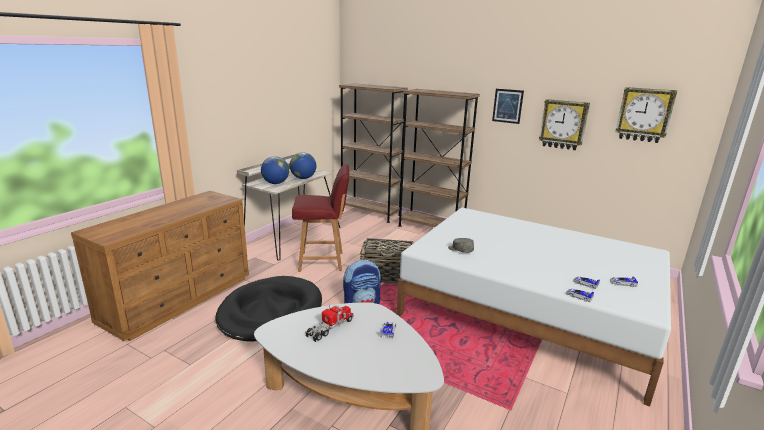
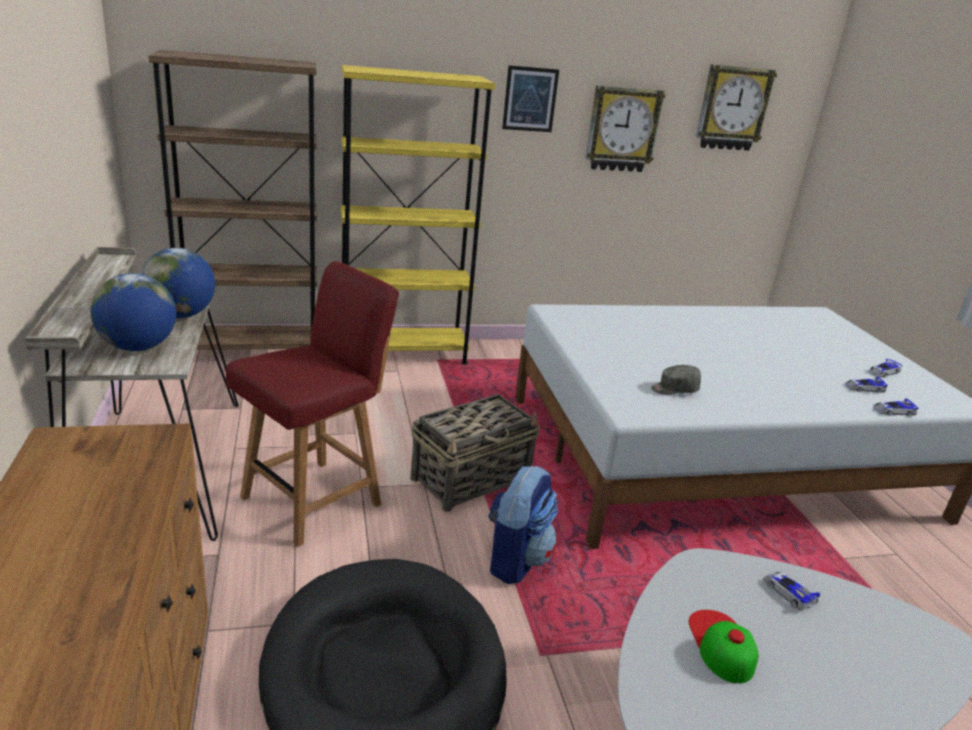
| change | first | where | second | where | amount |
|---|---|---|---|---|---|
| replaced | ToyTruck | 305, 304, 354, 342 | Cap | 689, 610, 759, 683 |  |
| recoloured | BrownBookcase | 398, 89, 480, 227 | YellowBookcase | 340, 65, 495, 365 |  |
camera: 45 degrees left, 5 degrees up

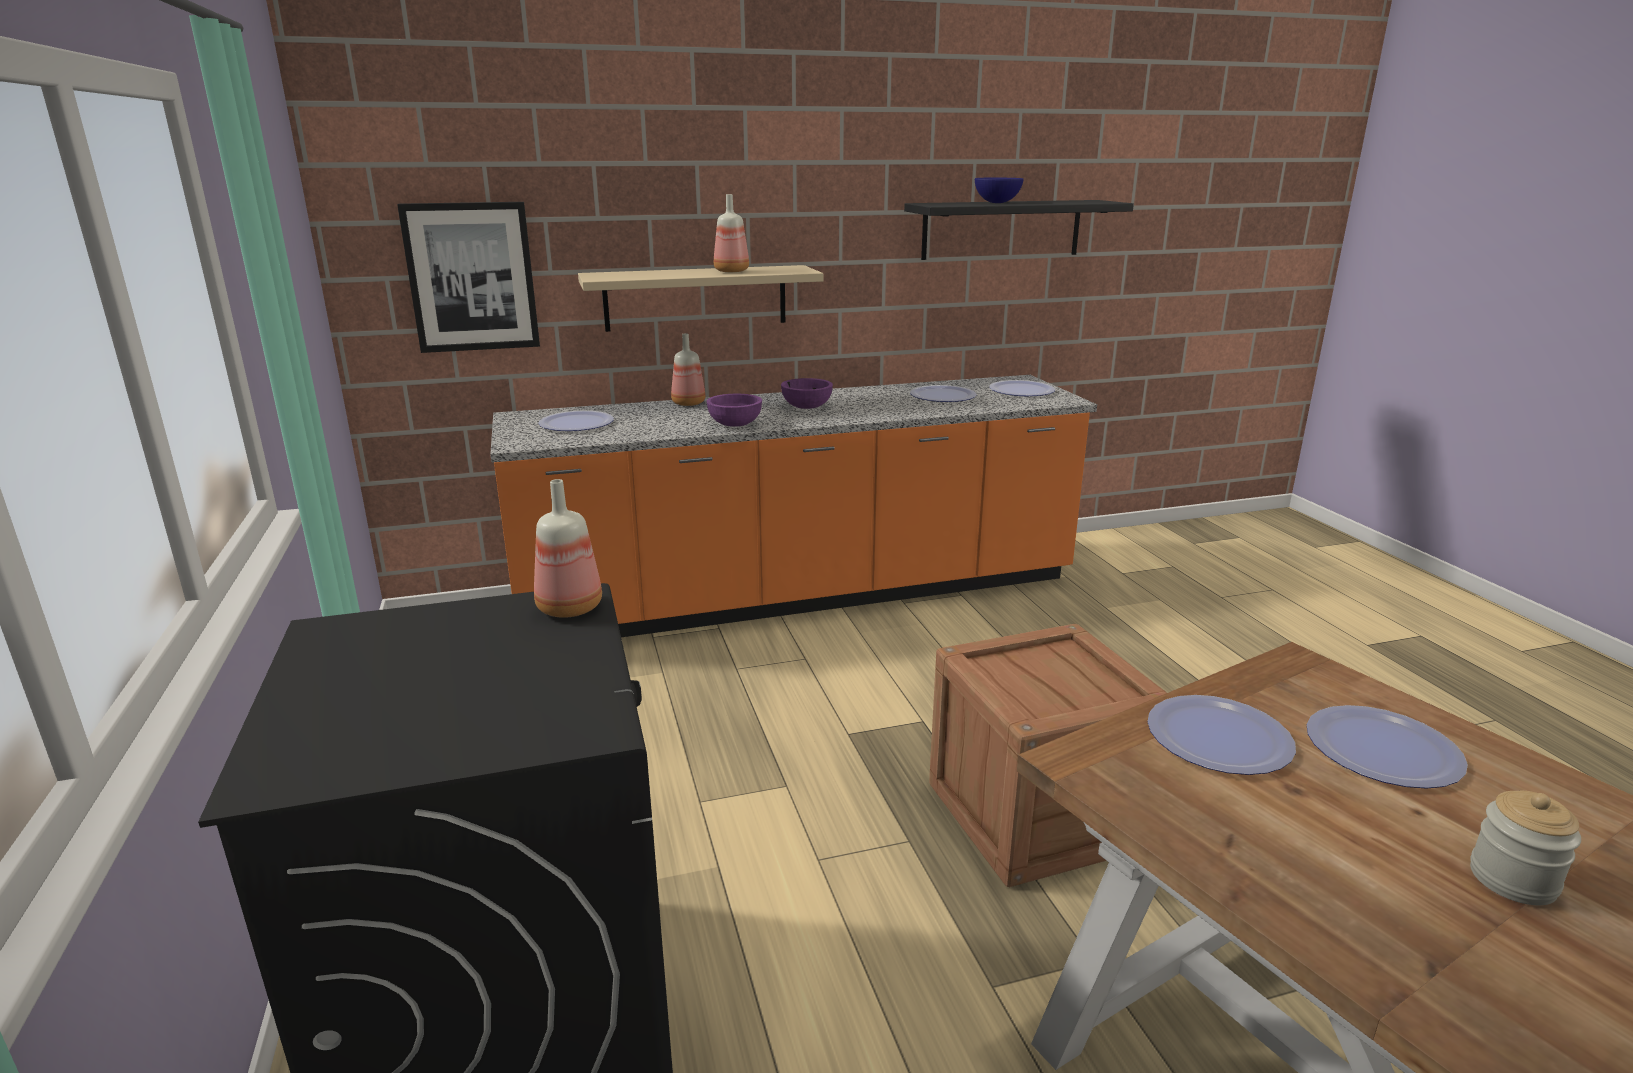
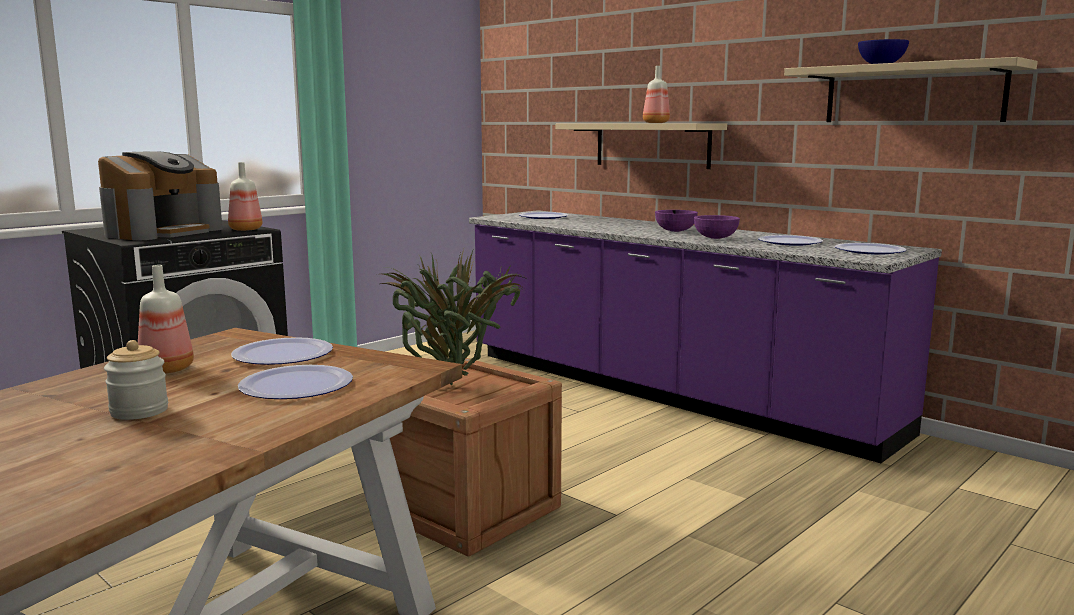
| change | first | where | second | where | amount |
|---|---|---|---|---|---|
| removed | Picture | 397, 202, 540, 353 |  |  |  |
| added |  |  | CoffeeMachine | 98, 151, 222, 240 |  |
| added |  |  | PottedPlant | 380, 248, 528, 385 |  |
| moved | Bottle | 671, 333, 705, 406 |  | 138, 265, 194, 374 |  |
| moved | PurpleBowl | 706, 394, 762, 427 |  | 694, 215, 740, 239 |  |
| recoloured | OrangeCounter | 490, 375, 1097, 637 | PurpleCounter | 469, 210, 942, 463 |  |
| recoloured | BlackShelf | 904, 200, 1134, 260 | BeigeShelf | 784, 57, 1038, 122 |  |
camera: 60 degrees right, 10 degrees down

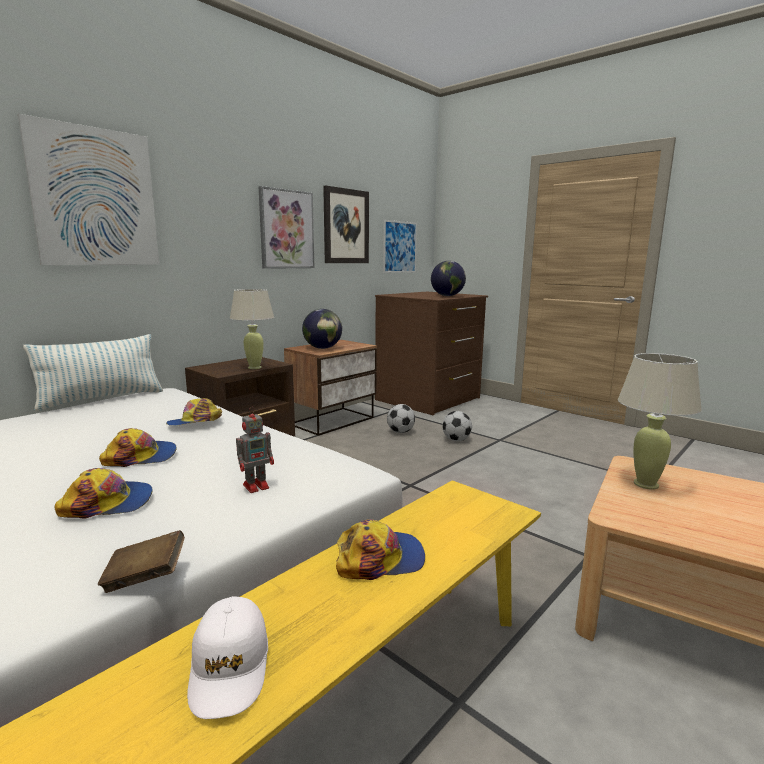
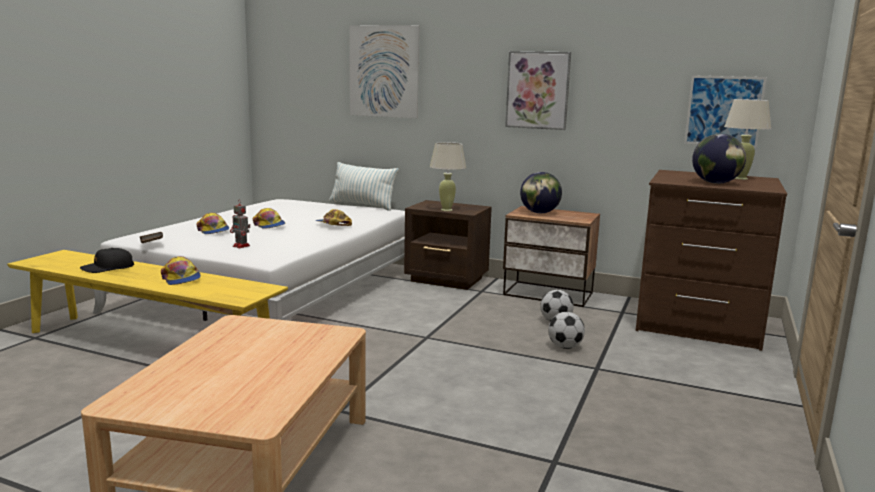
| change | first | where | second | where | amount |
|---|---|---|---|---|---|
| removed | Picture | 323, 186, 369, 263 |  |  |  |
| moved | BeigeTableLamp | 618, 353, 702, 490 |  | 724, 99, 771, 180 |  |
| recoloured | WhiteCap | 187, 596, 268, 719 | BlackCap | 80, 248, 134, 273 |  |
camera: 70 degrees right, 0 degrees up

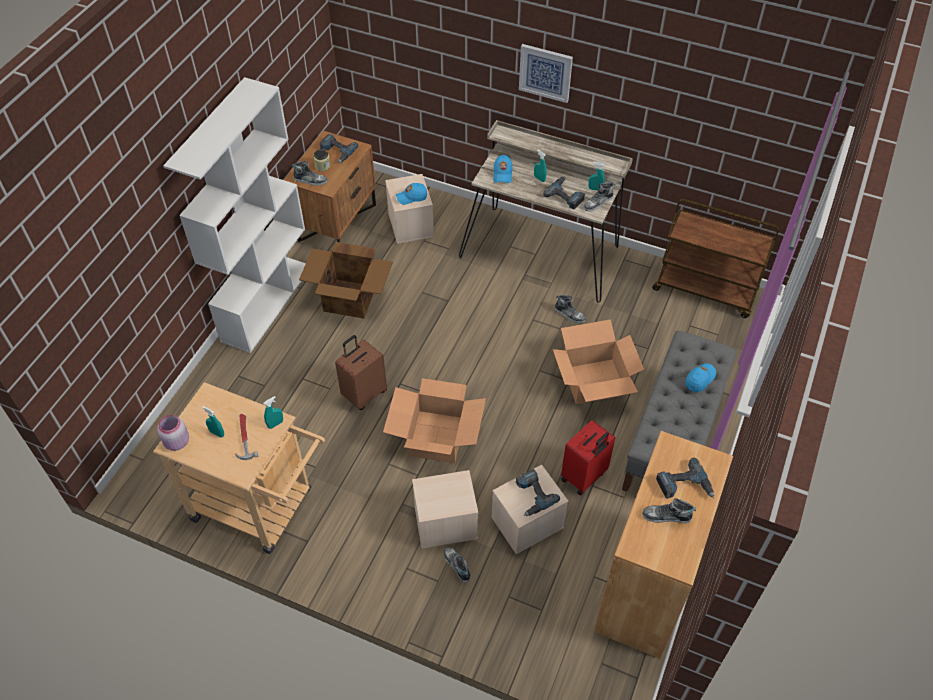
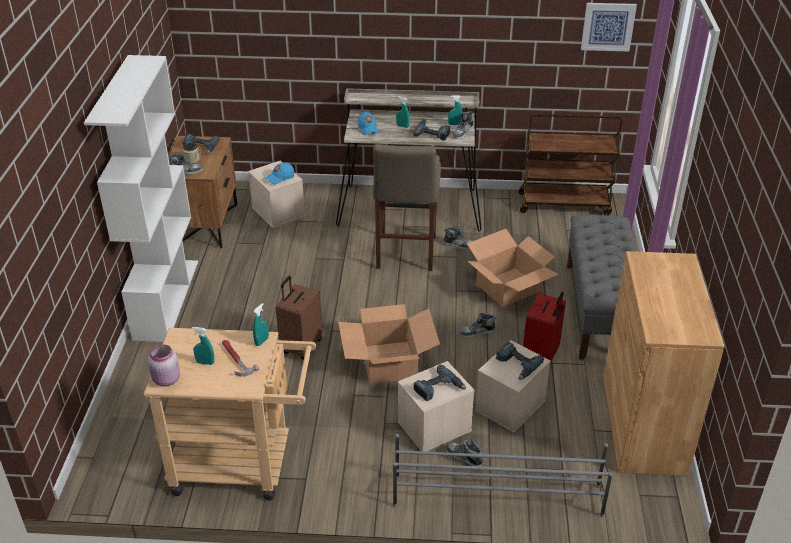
| change | first | where | second | where | amount |
|---|---|---|---|---|---|
| removed | CardboardBox | 299, 242, 393, 319 |  |  |  |
| removed | BlueCap | 685, 363, 716, 392 |  |  |  |
| added |  |  | BeigeStool | 373, 144, 441, 271 |  |
| added |  |  | GreyShoeRack | 393, 434, 613, 517 |  |
| moved | Picture | 519, 44, 573, 103 |  | 581, 3, 637, 51 |  |
| moved | Shoe | 642, 498, 696, 523 |  | 460, 313, 497, 338 |  |
| moved | PowerDrill | 656, 458, 714, 499 |  | 414, 365, 466, 401 |  |
camera: 20 degrees left, 15 degrees down

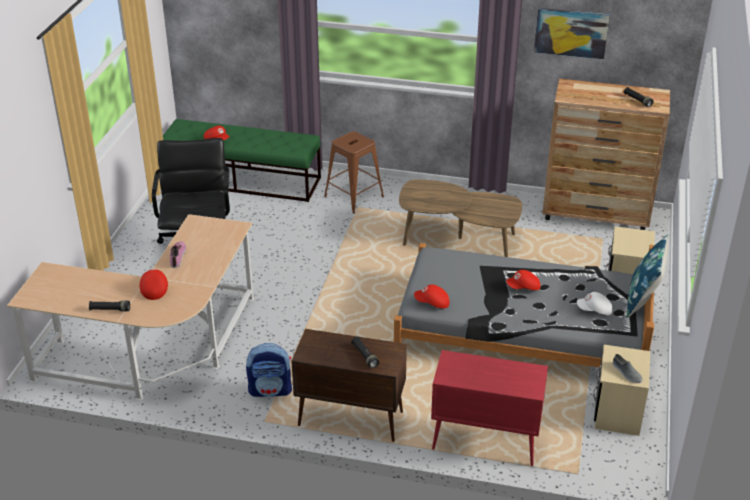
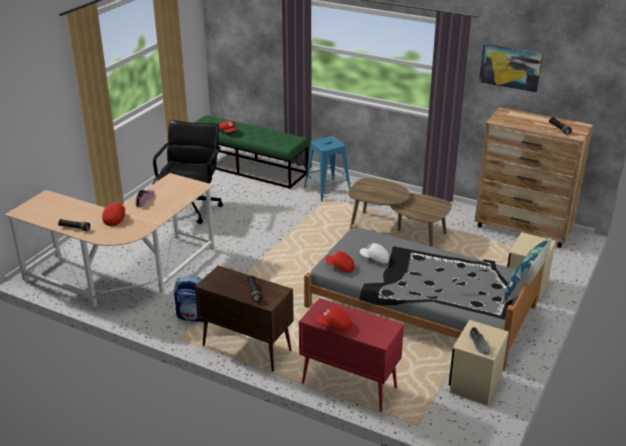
| change | first | where | second | where | amount |
|---|---|---|---|---|---|
| moved | RedCap | 506, 270, 541, 290 |  | 316, 307, 352, 330 |  |
| moved | WhiteCap | 577, 292, 612, 315 |  | 360, 243, 389, 263 |  |
| recoloured | BrownStool | 324, 131, 384, 213 | BlueStool | 304, 136, 350, 201 |  |
camera: 15 degrees right, 5 degrees down

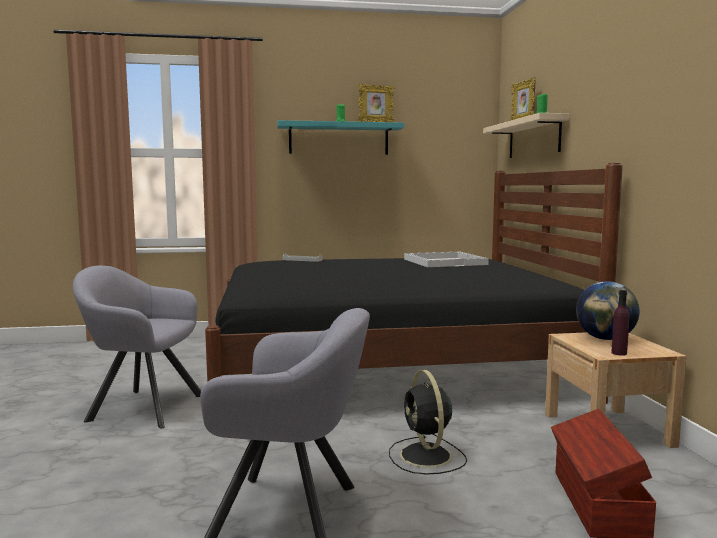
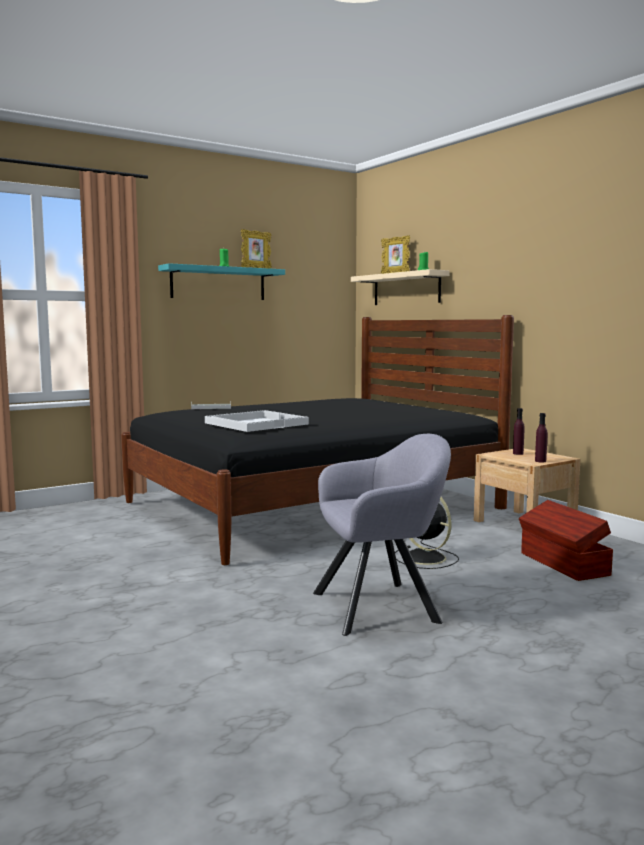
| change | first | where | second | where | amount |
|---|---|---|---|---|---|
| removed | GreyArmchair | 73, 266, 201, 429 |  |  |  |
| moved | WhiteTray | 404, 252, 489, 267 |  | 205, 410, 309, 432 |  |
| replaced | Globe | 576, 281, 640, 340 | PurpleBottle | 513, 408, 524, 455 |  |
camera: 25 degrees left, 0 degrees up

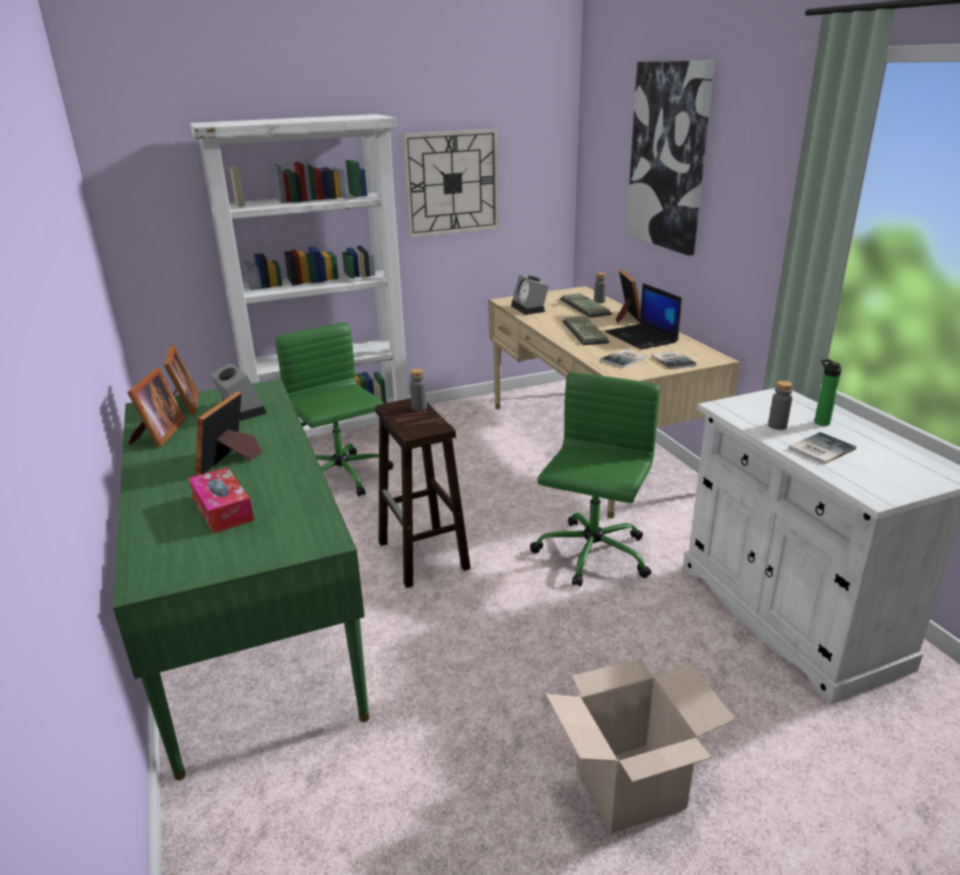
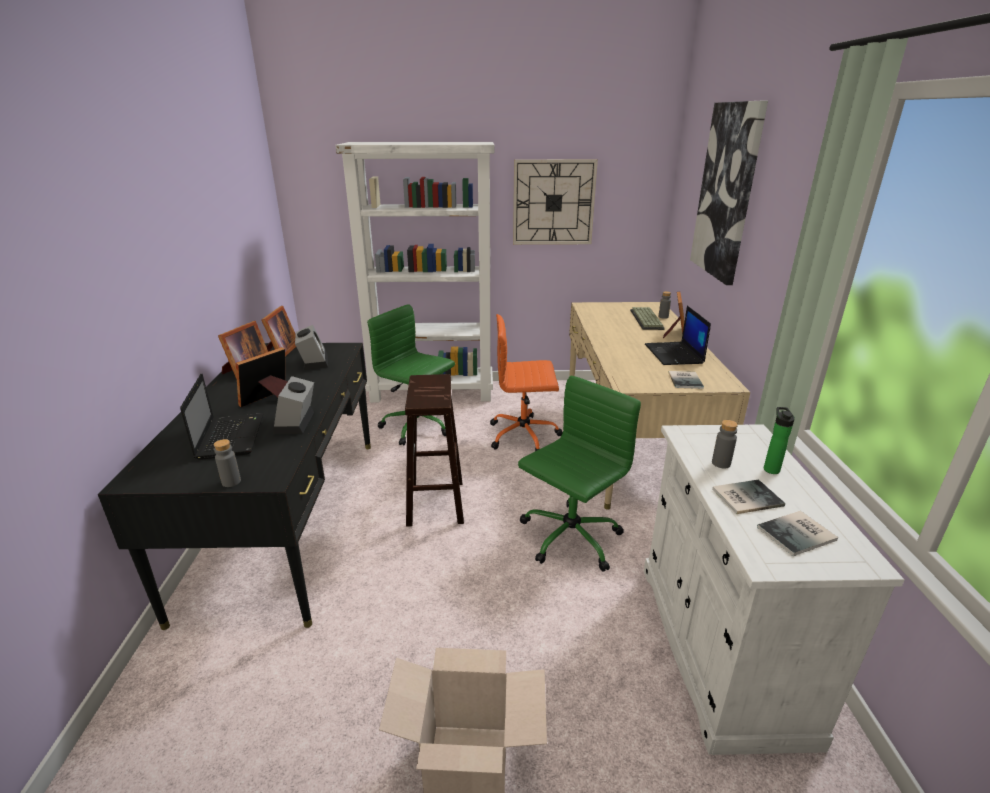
| change | first | where | second | where | amount |
|---|---|---|---|---|---|
| removed | Keyboard | 563, 316, 609, 345 |  |  |  |
| added |  |  | OrangeOfficeChair | 490, 314, 563, 451 |  |
| moved | GreyBottle | 410, 369, 427, 411 |  | 214, 439, 241, 487 |  |
| moved | AlarmClock | 511, 274, 549, 315 |  | 273, 376, 314, 434 |  |
| moved | Book | 600, 349, 647, 368 |  | 757, 511, 838, 556 |  |
| replaced | TissueBox | 189, 467, 254, 534 | Laptop | 180, 374, 264, 460 |  |
| recoloured | GreenDesk | 113, 379, 369, 781 | BlackDesk | 98, 343, 371, 630 |  |
| turned | GreenOfficeChair | 275, 323, 393, 497 |  | 367, 304, 455, 445 | 45 degrees counterclockwise |
camera: 20 degrees right, 0 degrees up

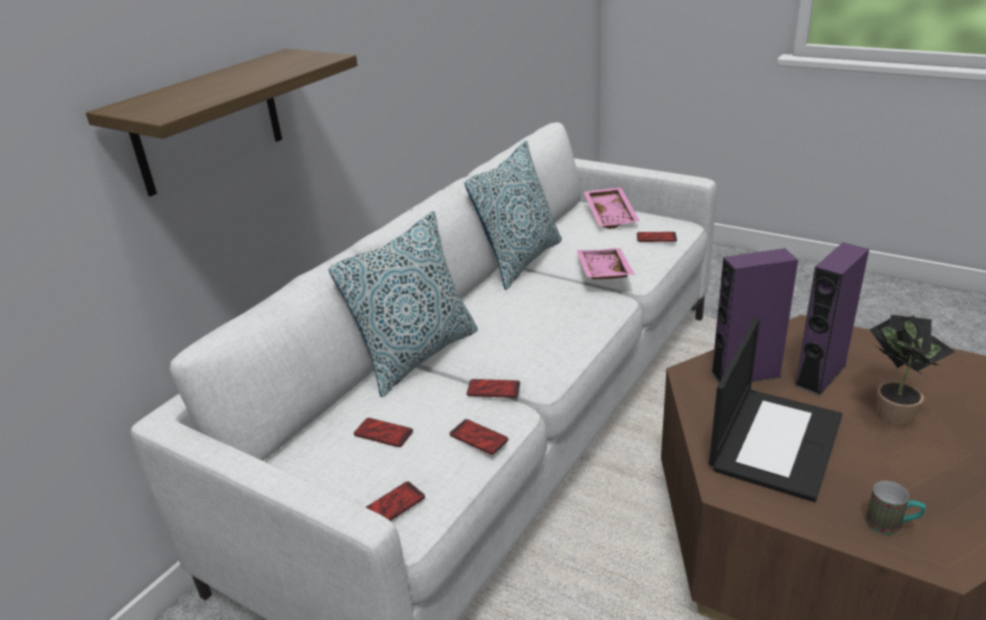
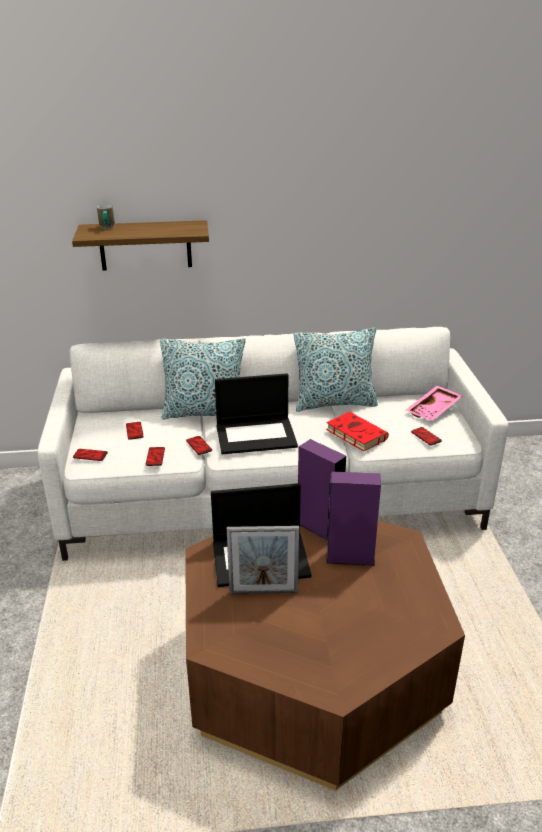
| change | first | where | second | where | amount |
|---|---|---|---|---|---|
| removed | PottedPlant | 869, 315, 956, 425 |  |  |  |
| added |  |  | Laptop | 215, 373, 298, 454 |  |
| added |  |  | PictureFrame | 227, 526, 299, 594 |  |
| moved | Mug | 865, 481, 926, 535 |  | 97, 204, 115, 229 |  |
| replaced | PinkTray | 577, 248, 635, 279 | RedBook | 326, 412, 389, 451 |  |
camera: 50 degrees right, 0 degrees up

